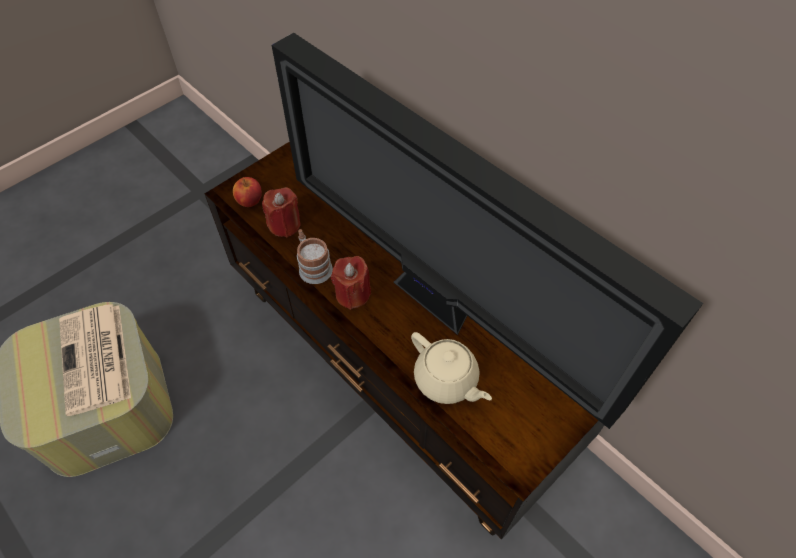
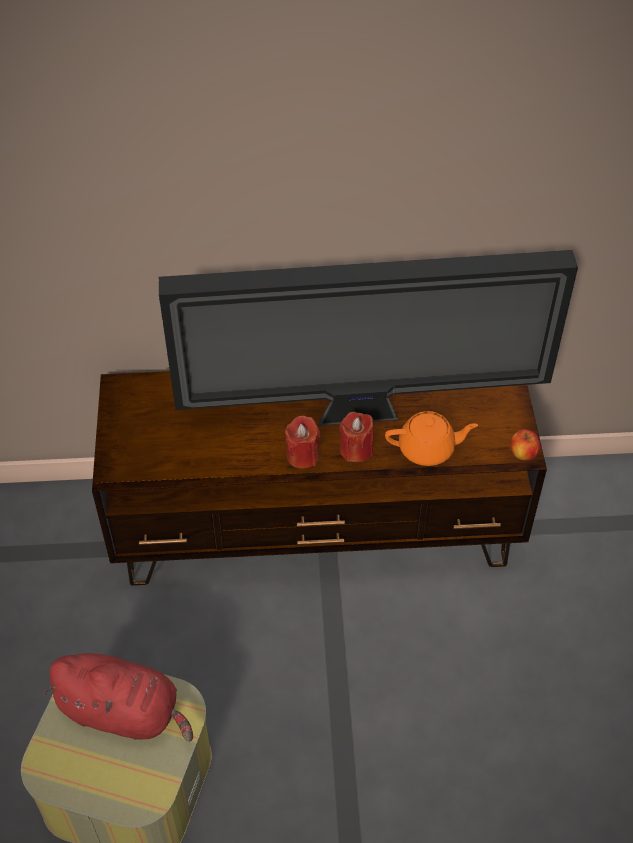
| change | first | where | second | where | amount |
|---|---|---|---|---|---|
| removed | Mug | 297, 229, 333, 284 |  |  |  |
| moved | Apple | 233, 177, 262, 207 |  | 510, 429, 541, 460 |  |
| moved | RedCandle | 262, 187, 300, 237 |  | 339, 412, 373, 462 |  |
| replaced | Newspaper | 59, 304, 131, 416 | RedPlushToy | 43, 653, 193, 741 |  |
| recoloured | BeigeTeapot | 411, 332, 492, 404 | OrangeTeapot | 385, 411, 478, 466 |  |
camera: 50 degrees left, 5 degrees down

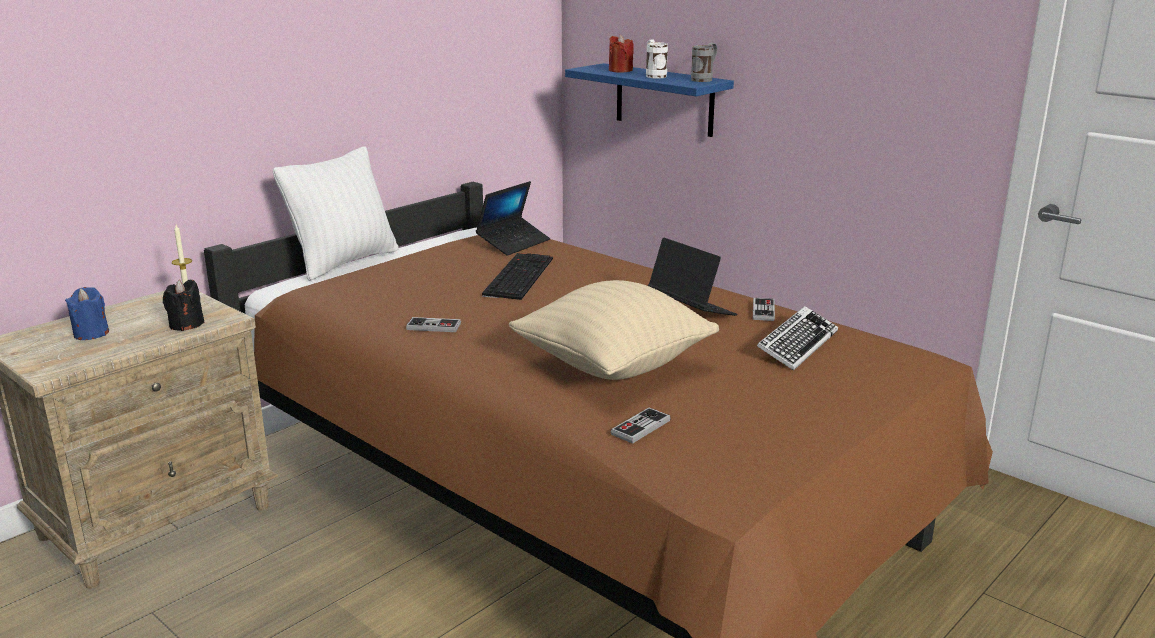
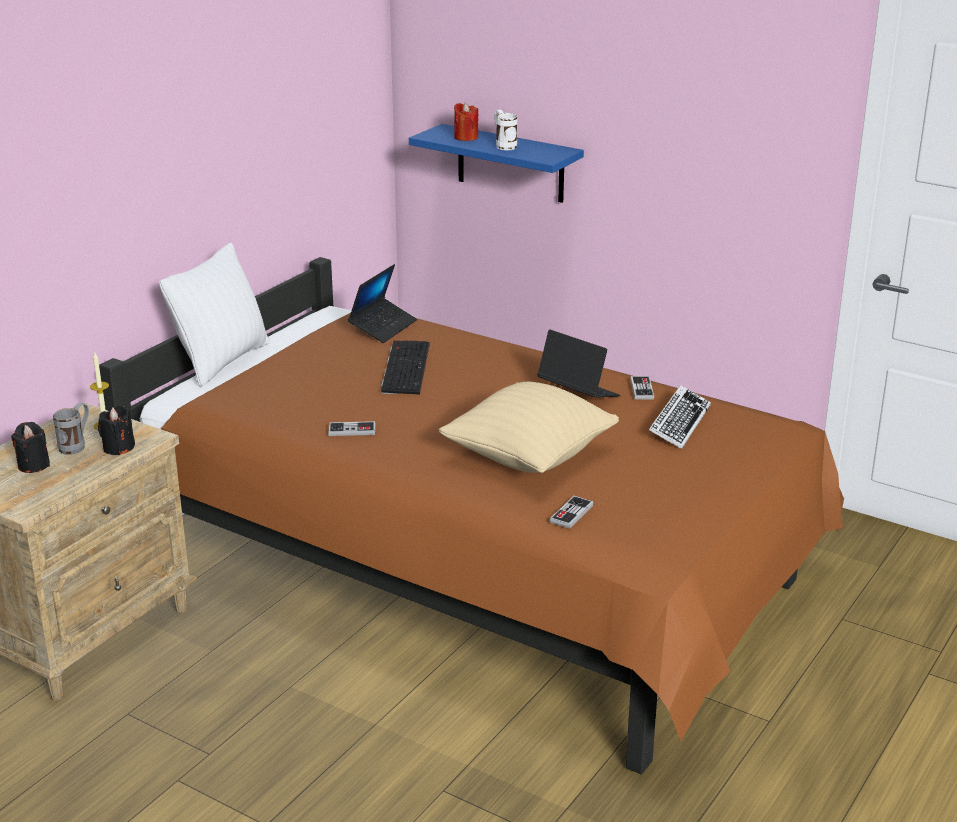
| change | first | where | second | where | amount |
|---|---|---|---|---|---|
| moved | GreyMug | 691, 43, 717, 82 |  | 53, 403, 89, 455 |  |
| recoloured | BlueCandle | 65, 287, 109, 340 | BlackCandle | 11, 422, 50, 473 |  |
camera: 10 degrees left, 5 degrees up

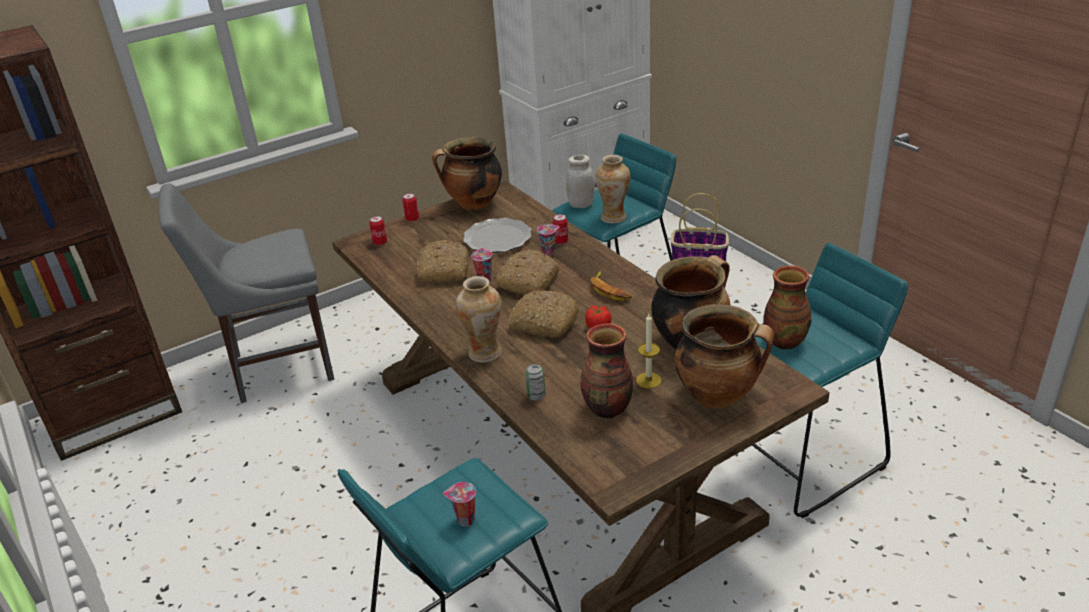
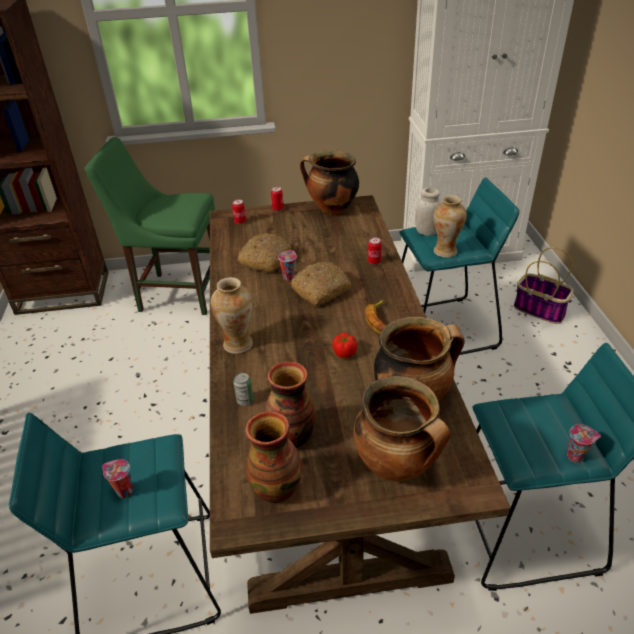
| change | first | where | second | where | amount |
|---|---|---|---|---|---|
| removed | Plate | 463, 218, 531, 253 |  |  |  |
| removed | Bread | 508, 290, 579, 338 |  |  |  |
| removed | Candle | 636, 314, 662, 389 |  |  |  |
| moved | Cup | 537, 224, 560, 257 |  | 567, 424, 601, 463 |  |
| moved | Vase | 763, 266, 812, 349 |  | 246, 411, 302, 503 |  |
| recoloured | GreyChair | 158, 183, 334, 403 | GreenChair | 84, 137, 215, 315 |  |
camera: 25 degrees right, 5 degrees up

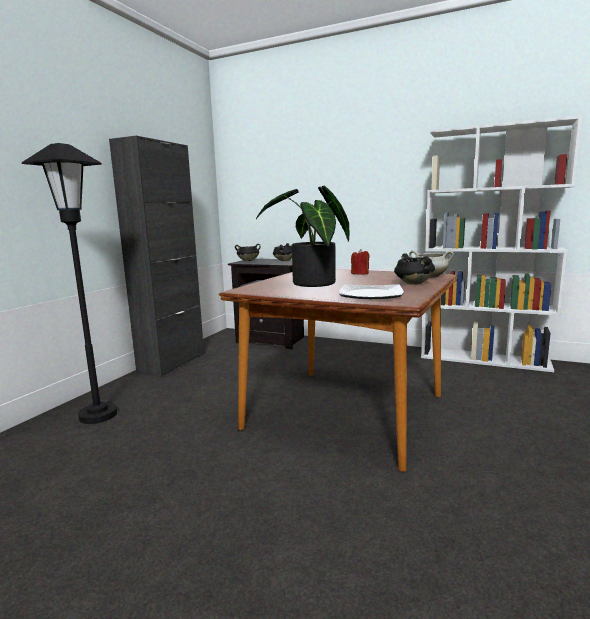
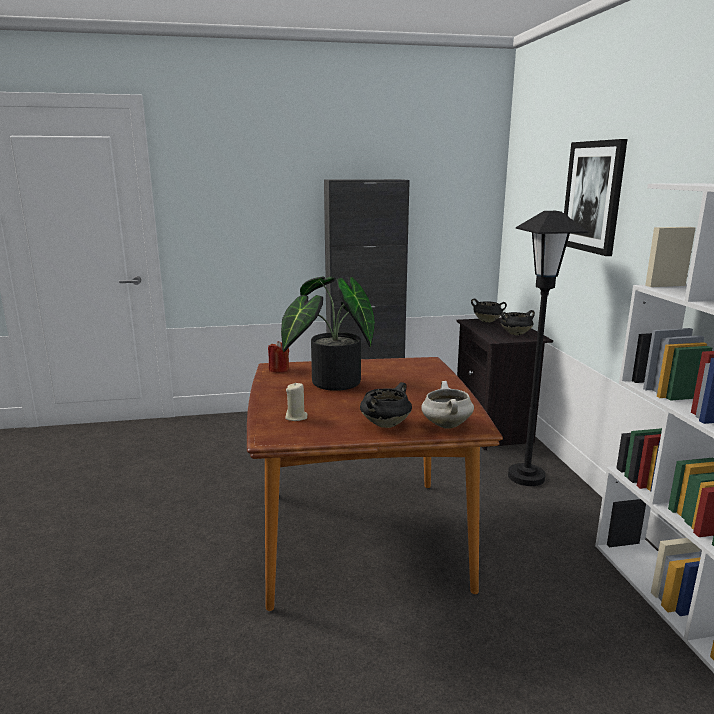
| change | first | where | second | where | amount |
|---|---|---|---|---|---|
| added |  |  | Picture | 564, 139, 627, 256 |  |
| moved | BlackFloorLamp | 22, 143, 117, 424 |  | 508, 211, 588, 486 |  |
| moved | RedCandle | 351, 249, 370, 275 |  | 268, 341, 289, 373 |  |
| replaced | Plate | 339, 284, 404, 299 | BeigeCandle | 285, 382, 308, 421 |  |
camera: 55 degrees right, 5 degrees up

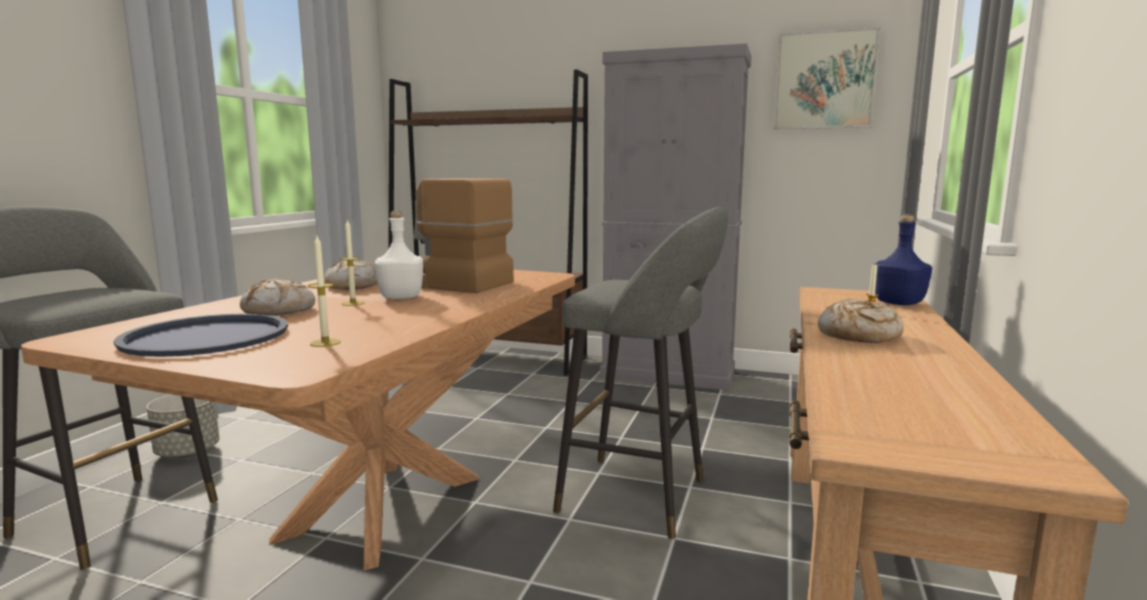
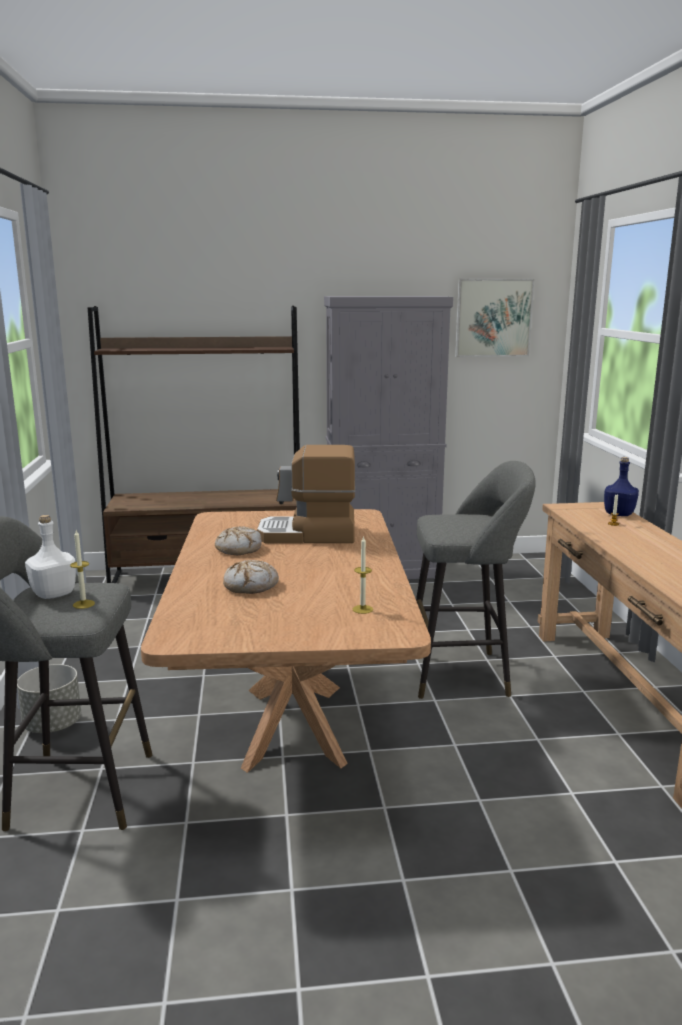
| change | first | where | second | where | amount |
|---|---|---|---|---|---|
| removed | BlueTray | 113, 313, 288, 357 |  |  |  |
| removed | Bread | 818, 299, 904, 343 |  |  |  |
| moved | Candle | 340, 220, 365, 306 |  | 70, 530, 95, 609 |  |
| moved | WhiteBottle | 375, 211, 423, 299 |  | 25, 515, 76, 599 |  |
camera: 25 degrees left, 5 degrees up

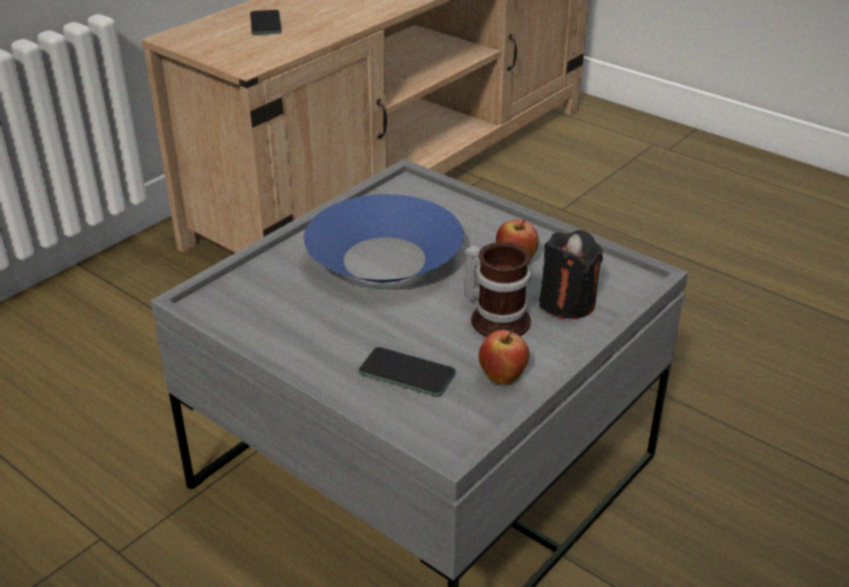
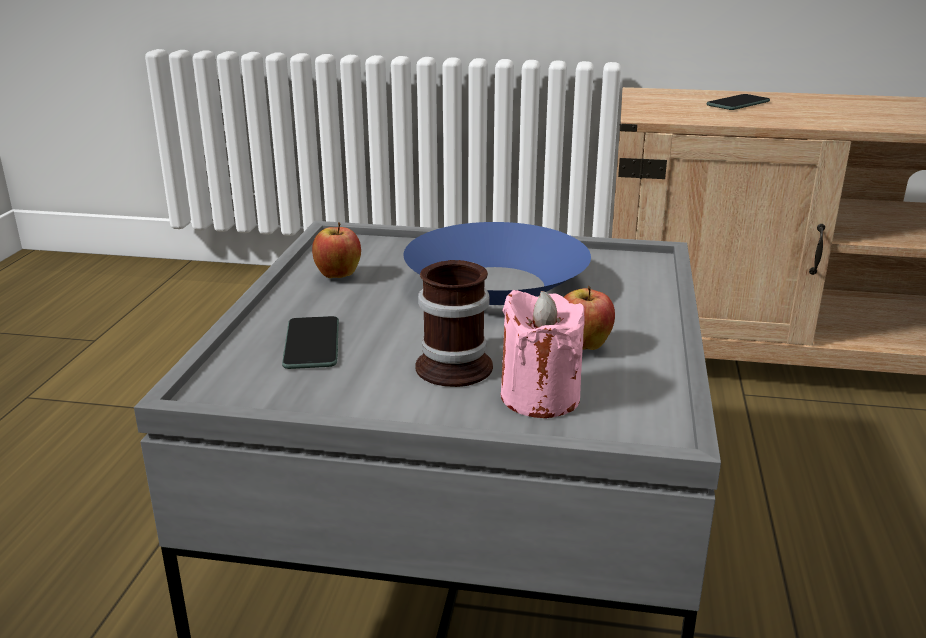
| change | first | where | second | where | amount |
|---|---|---|---|---|---|
| moved | Apple | 478, 329, 529, 385 |  | 312, 222, 361, 278 |  |
| recoloured | BlackCandle | 539, 230, 603, 319 | PinkCandle | 501, 290, 584, 418 |  |
camera: 60 degrees right, 10 degrees down

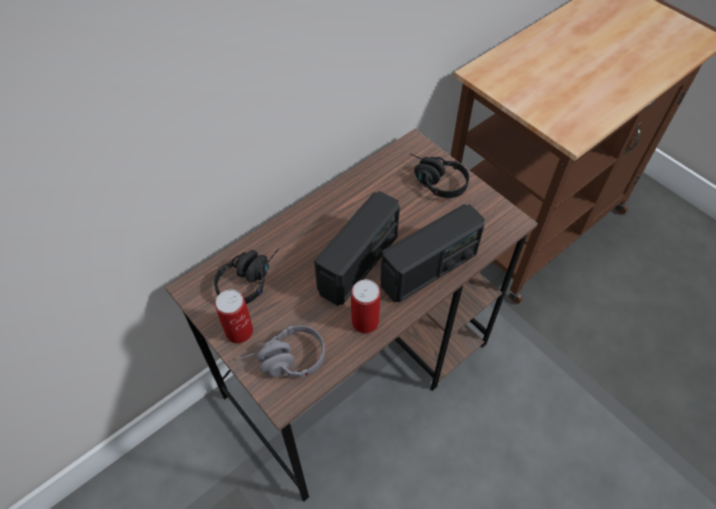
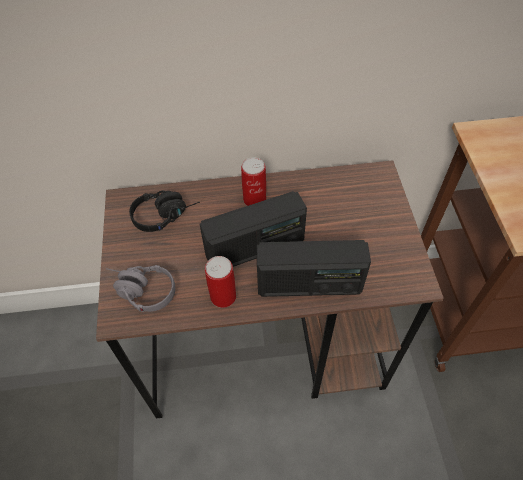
| change | first | where | second | where | amount |
|---|---|---|---|---|---|
| removed | BlackHeadphones | 410, 154, 469, 198 |  |  |  |
| moved | Can | 215, 289, 253, 343 |  | 241, 157, 266, 206 |  |
camera: 35 degrees right, 0 degrees up

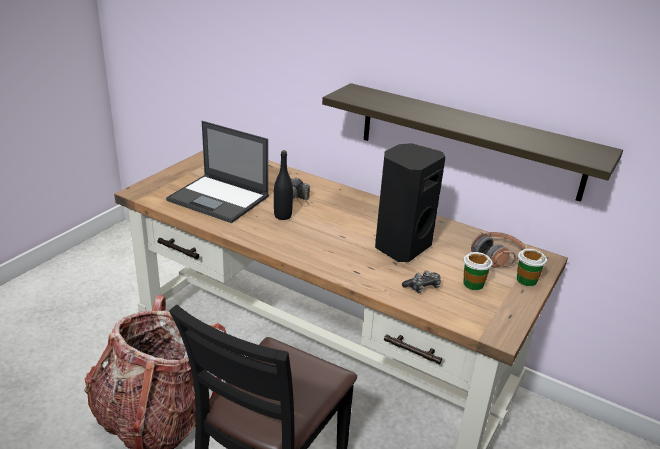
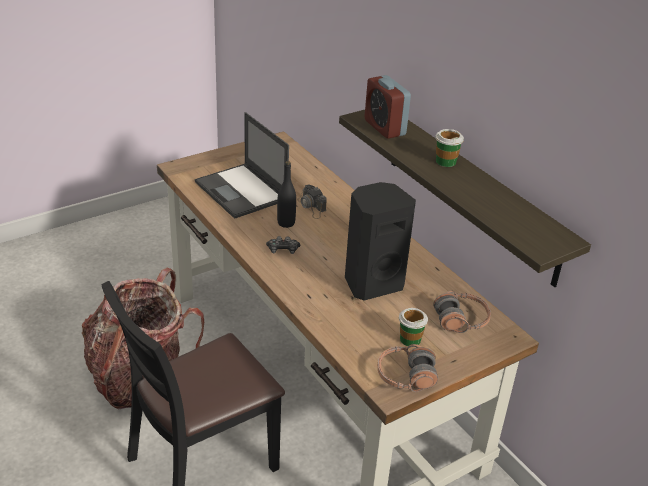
| change | first | where | second | where | amount |
|---|---|---|---|---|---|
| added |  |  | AlarmClock | 364, 75, 411, 139 |  |
| added |  |  | Headphones | 378, 344, 438, 392 |  |
| moved | GameController | 402, 271, 441, 293 |  | 266, 236, 300, 254 |  |
| moved | Cup | 517, 249, 547, 286 |  | 435, 129, 464, 167 |  |
camera: 25 degrees right, 5 degrees up

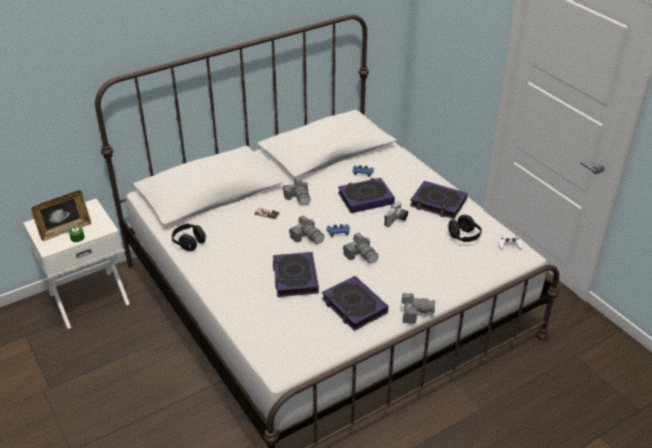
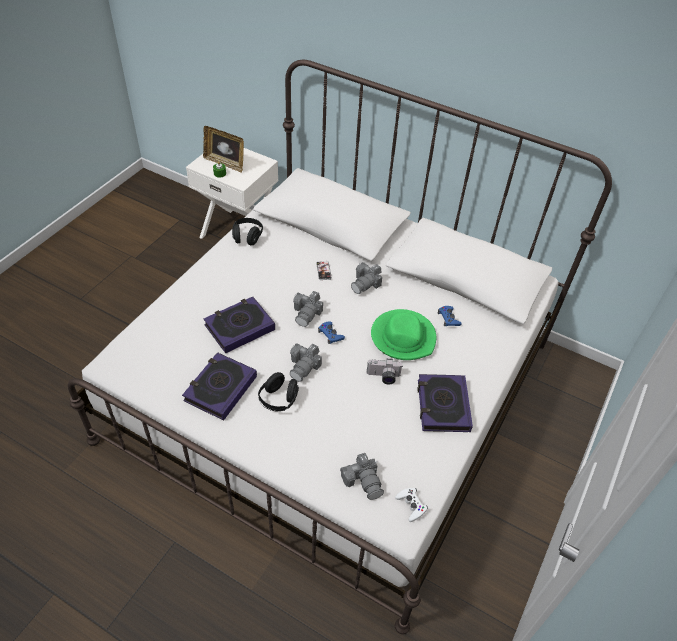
| change | first | where | second | where | amount |
|---|---|---|---|---|---|
| moved | PhotoCamera | 402, 292, 435, 324 |  | 340, 453, 384, 500 |  |
| moved | BlackHeadphones | 447, 215, 482, 242 |  | 258, 372, 299, 411 |  |
| replaced | Book | 338, 178, 395, 213 | GreenHat | 371, 309, 436, 360 |  |
camera: 60 degrees right, 10 degrees up

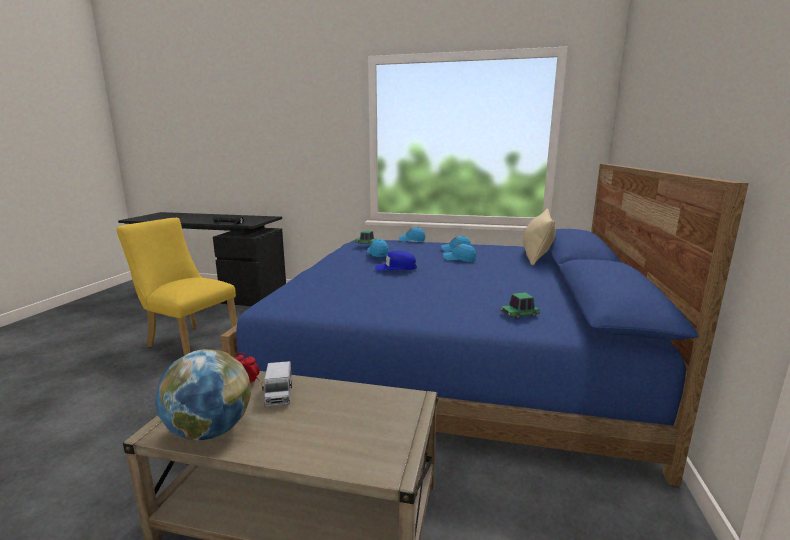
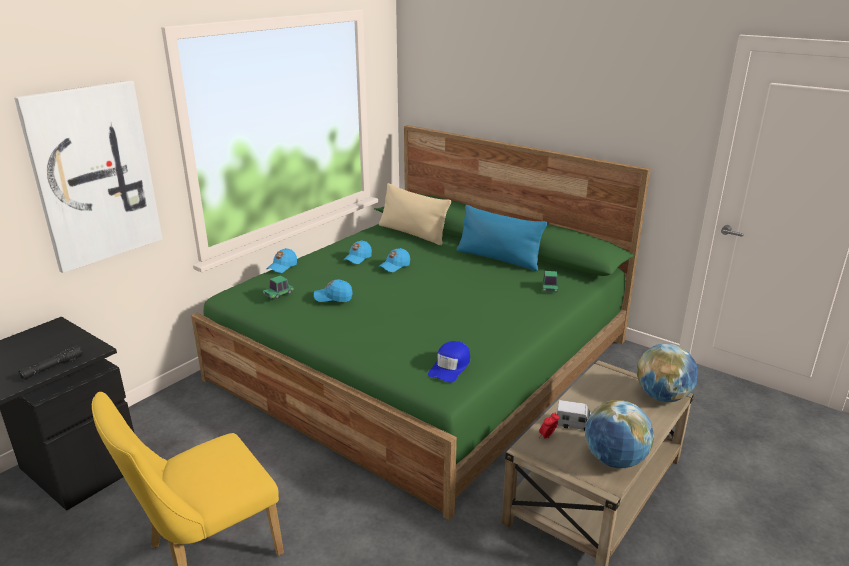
| change | first | where | second | where | amount |
|---|---|---|---|---|---|
| added |  |  | Picture | 14, 81, 162, 273 |  |
| added |  |  | BluePillow | 457, 205, 547, 271 |  |
| added |  |  | Globe | 637, 344, 698, 402 |  |
| moved | BlueCap | 375, 251, 417, 271 |  | 428, 341, 470, 383 |  |
| recoloured | BlueBed | 220, 164, 749, 486 | GreenBed | 191, 125, 651, 520 |  |
camera: 65 degrees left, 10 degrees up

